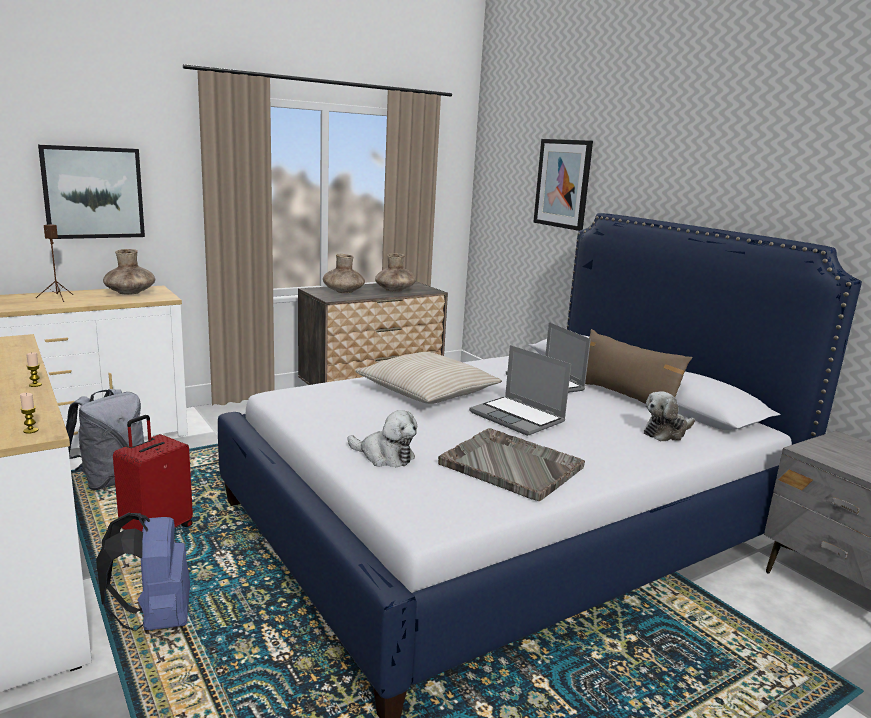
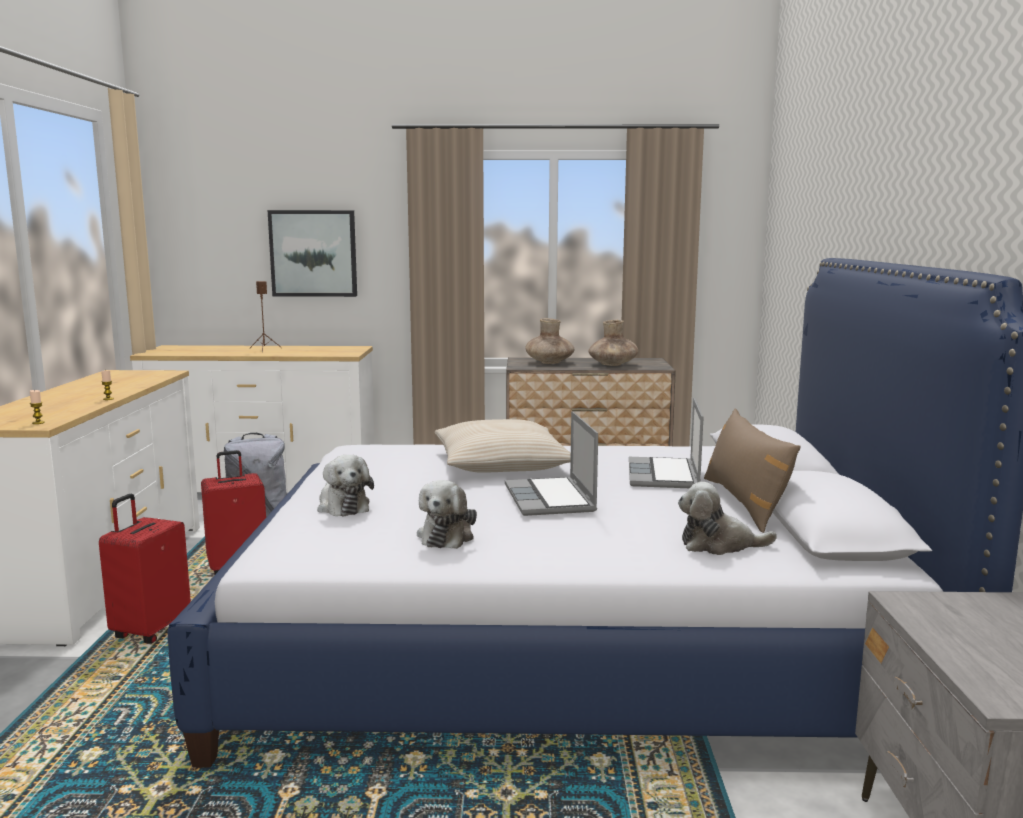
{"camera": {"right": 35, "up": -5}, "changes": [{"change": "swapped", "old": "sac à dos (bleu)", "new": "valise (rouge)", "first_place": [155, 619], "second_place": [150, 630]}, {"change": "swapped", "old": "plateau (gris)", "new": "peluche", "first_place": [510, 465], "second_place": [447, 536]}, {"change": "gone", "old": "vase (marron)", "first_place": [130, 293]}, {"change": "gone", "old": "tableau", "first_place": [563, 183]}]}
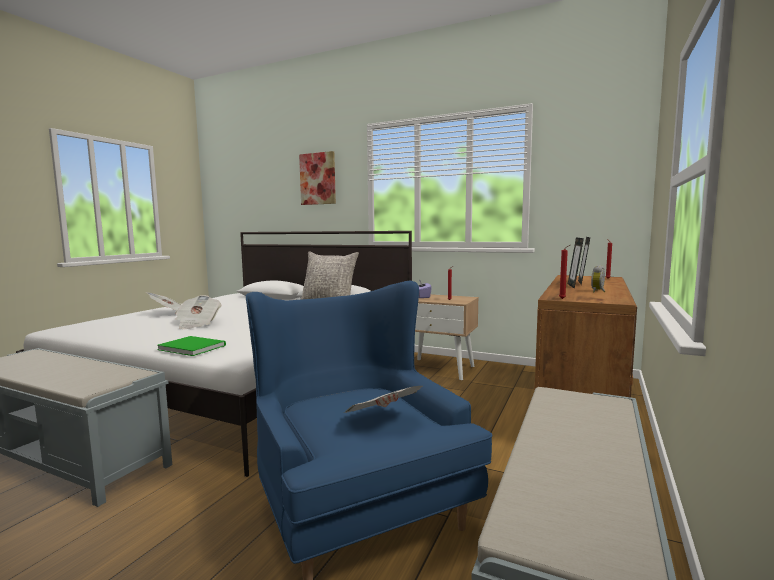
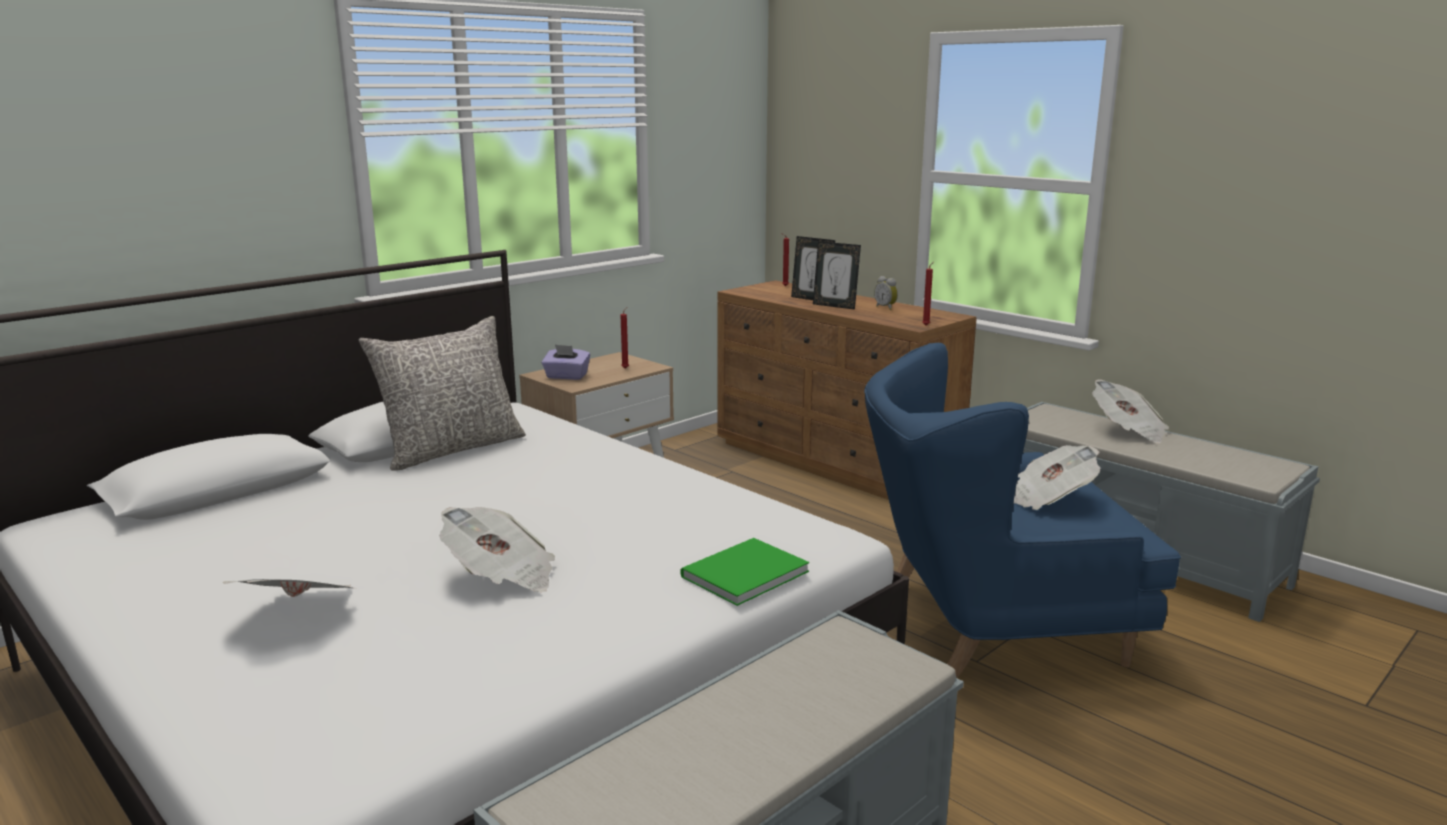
{"camera": {"right": -70, "up": 10}, "changes": [{"change": "new", "new": "journal", "second_place": [1128, 431]}, {"change": "gone", "old": "tableau", "first_place": [318, 179]}]}
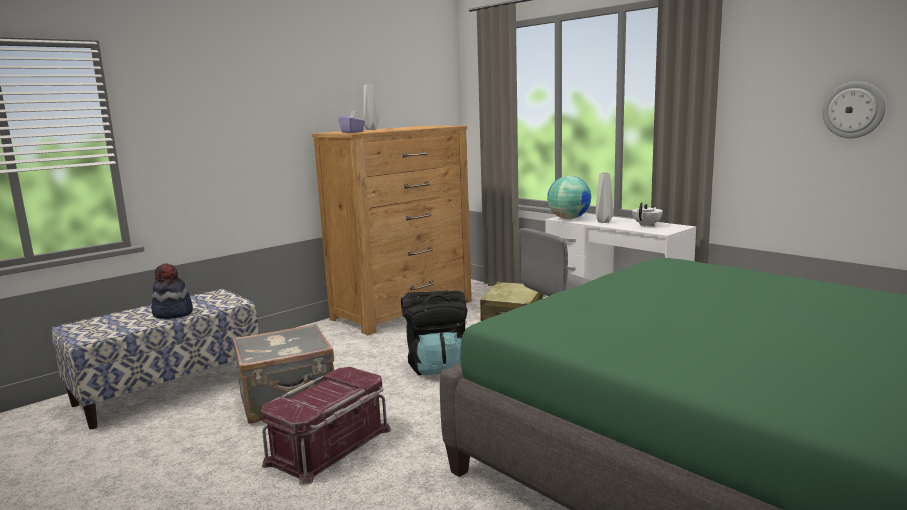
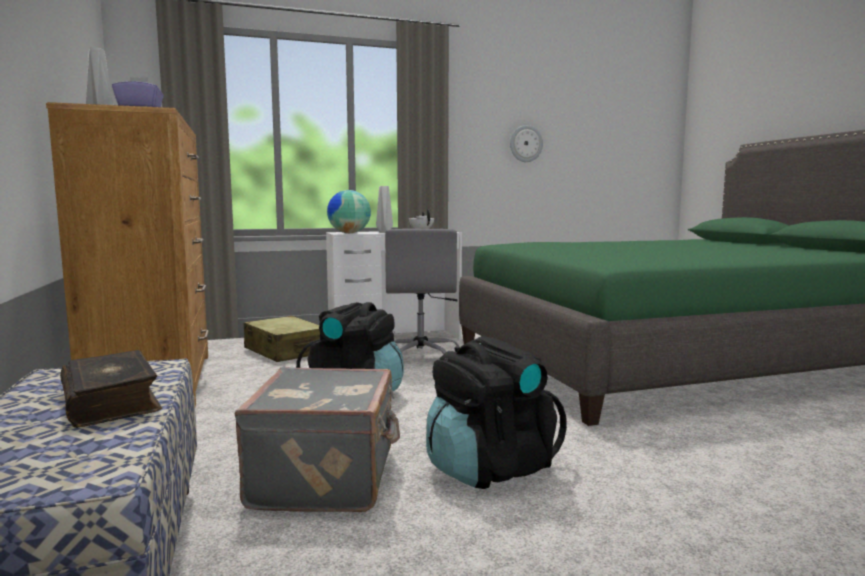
{"camera": {"right": -65, "up": -5}, "changes": [{"change": "swapped", "old": "chapeau", "new": "livre", "first_place": [173, 314], "second_place": [112, 402]}, {"change": "swapped", "old": "boîte de rangement (rouge)", "new": "sac à dos (noir)", "first_place": [330, 446], "second_place": [489, 468]}]}
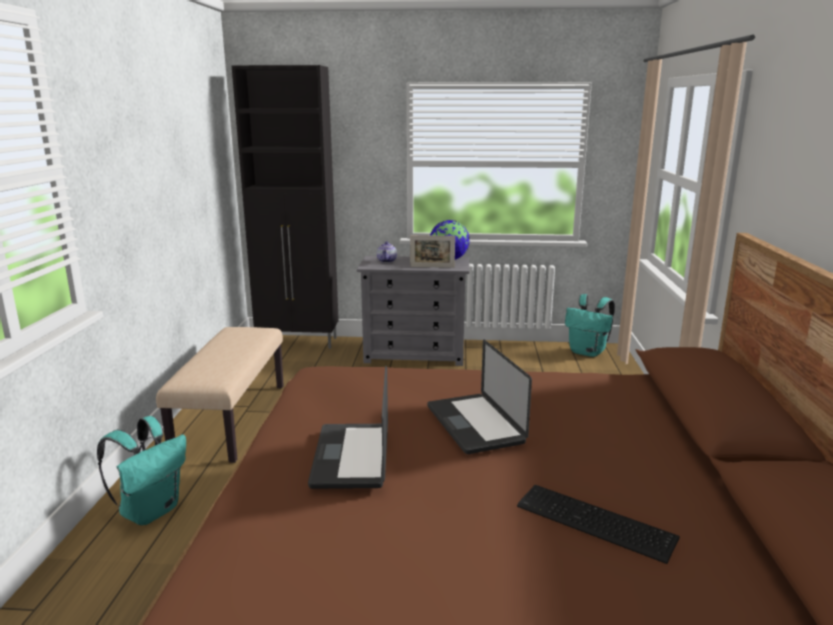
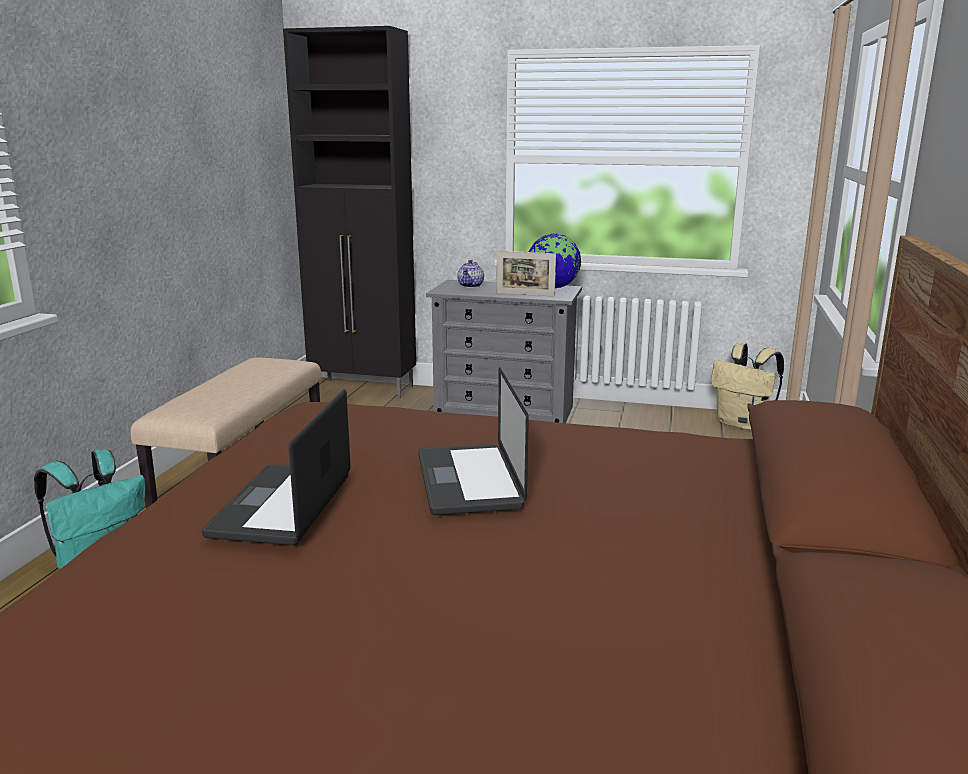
{"camera": {"right": 10, "up": 0}, "changes": [{"change": "repainted", "old": "sac à dos (turquoise)", "new": "sac à dos (beige)", "first_place": [588, 352], "second_place": [743, 424]}, {"change": "gone", "old": "clavier", "first_place": [596, 523]}]}
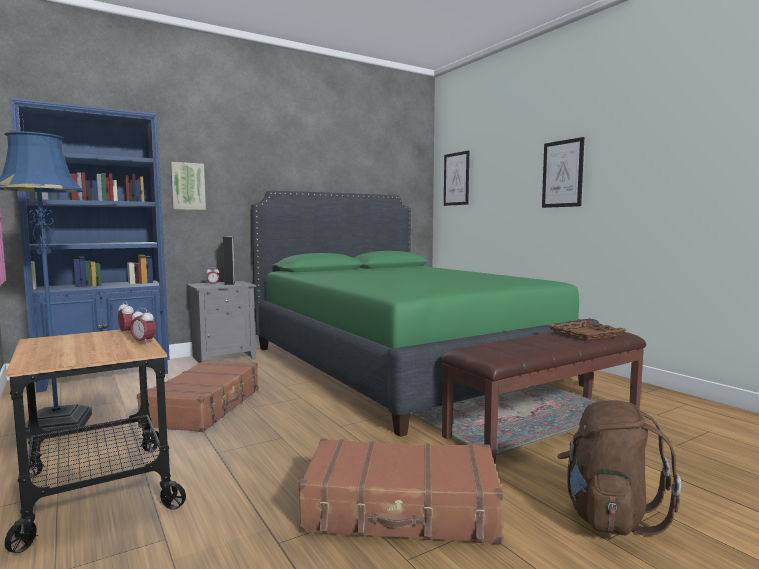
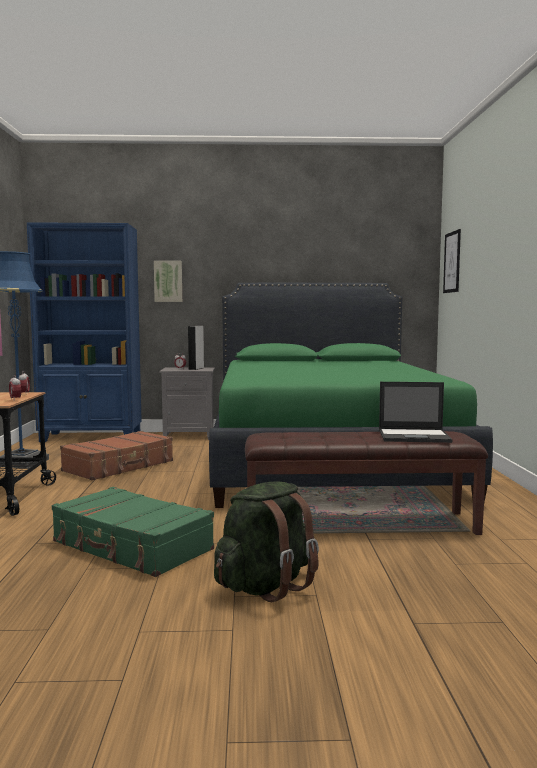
{"camera": {"right": 30, "up": 0}, "changes": [{"change": "repainted", "old": "valise (marron)", "new": "valise (vert)", "first_place": [402, 510], "second_place": [131, 546]}, {"change": "repainted", "old": "sac à dos (marron)", "new": "sac à dos (vert)", "first_place": [608, 516], "second_place": [266, 586]}, {"change": "swapped", "old": "plateau (marron)", "new": "ordinateur portable", "first_place": [585, 334], "second_place": [414, 436]}, {"change": "gone", "old": "tableau", "first_place": [562, 174]}]}
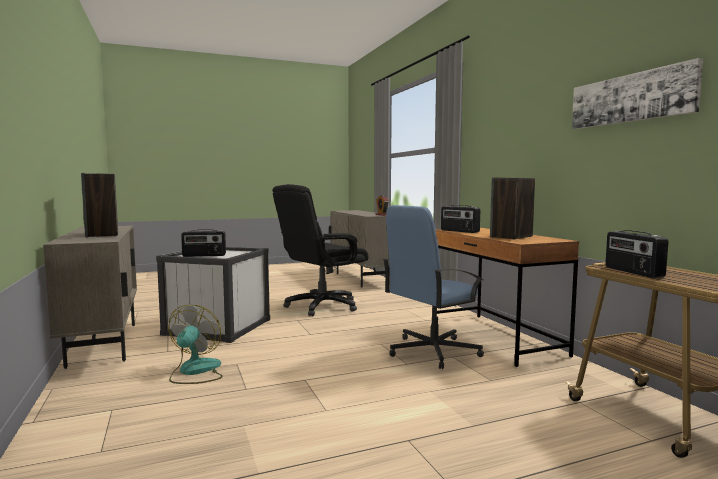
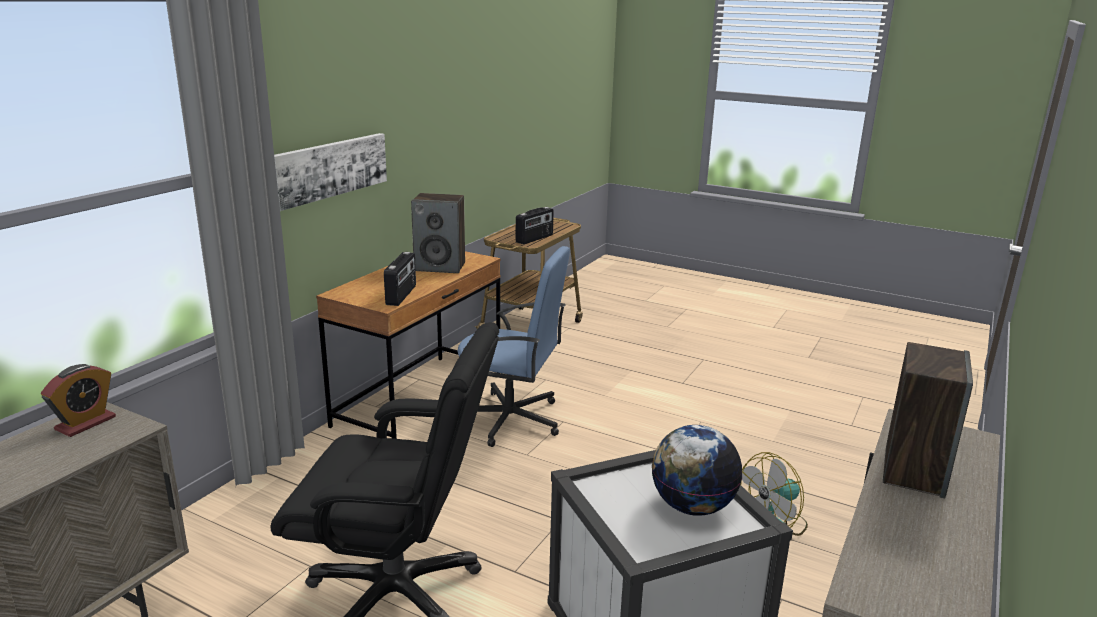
{"camera": {"right": -130, "up": 15}, "changes": [{"change": "shifted", "old": "tableau", "first_place": [631, 98], "second_place": [330, 169]}, {"change": "swapped", "old": "radio", "new": "globe", "first_place": [204, 255], "second_place": [692, 506]}]}
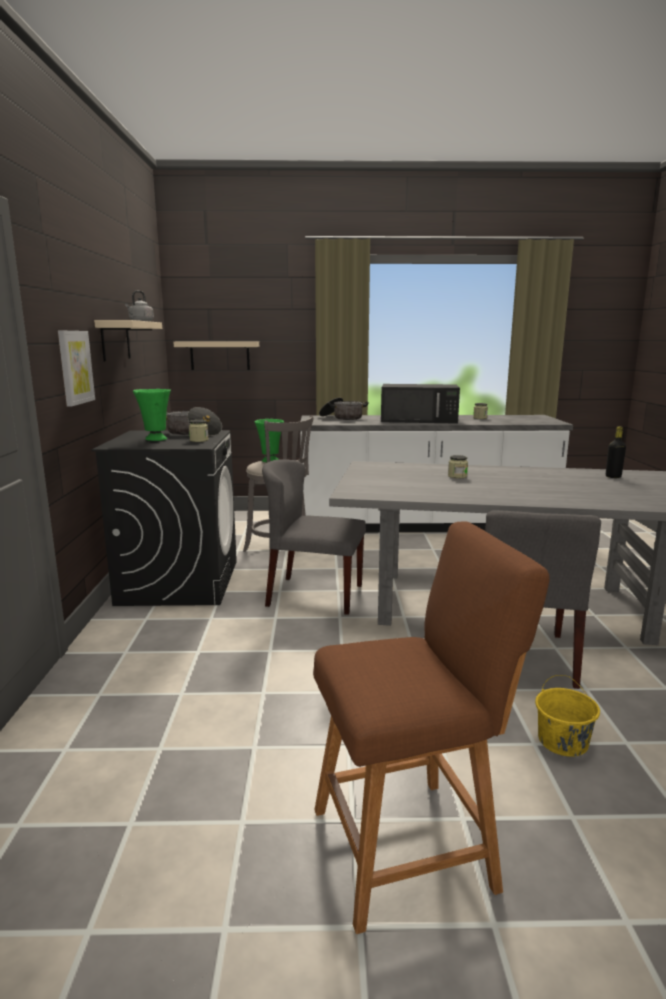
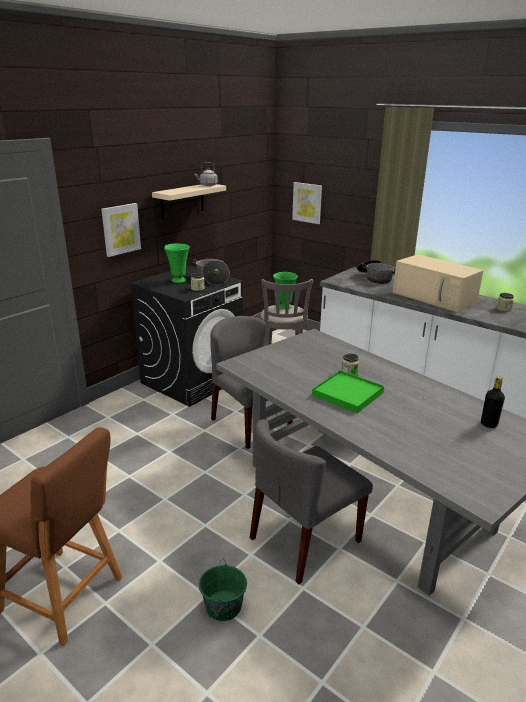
{"camera": {"right": 40, "up": 10}, "changes": [{"change": "repainted", "old": "seau (jaune)", "new": "seau (vert)", "first_place": [563, 742], "second_place": [223, 606]}, {"change": "swapped", "old": "étagère (beige)", "new": "tableau", "first_place": [220, 355], "second_place": [307, 202]}, {"change": "new", "new": "plateau (vert)", "second_place": [347, 394]}, {"change": "repainted", "old": "micro-ondes (noir)", "new": "micro-ondes (beige)", "first_place": [420, 420], "second_place": [435, 297]}]}
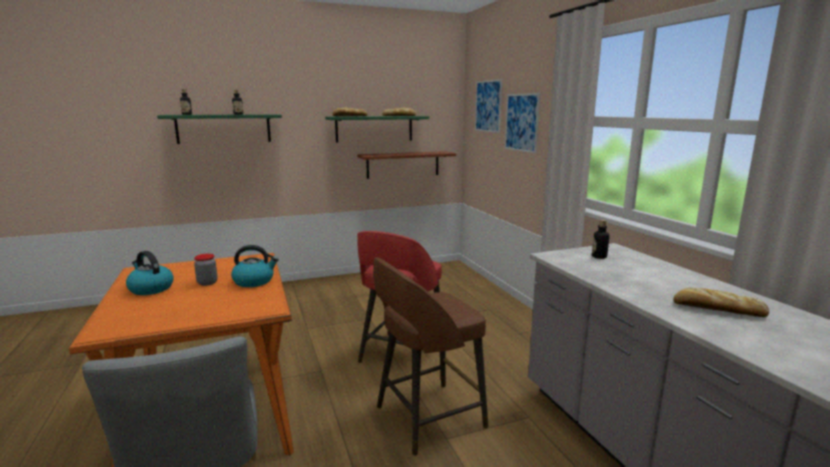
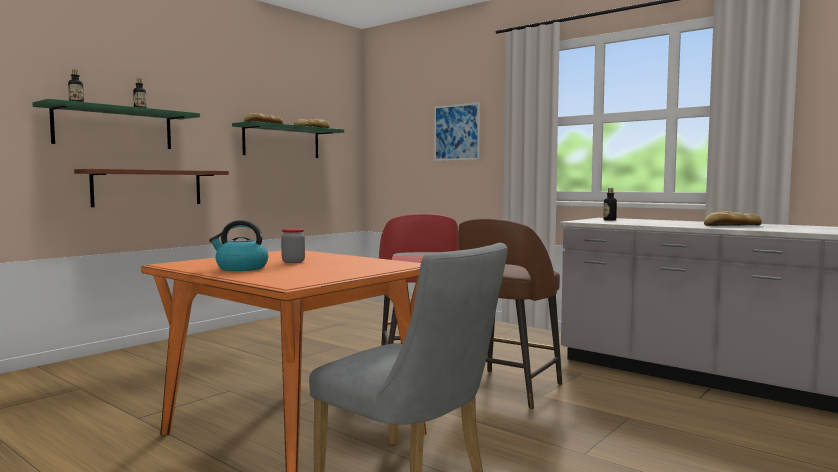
{"camera": {"right": -30, "up": -10}, "changes": [{"change": "shifted", "old": "étagère (marron)", "first_place": [403, 164], "second_place": [148, 188]}, {"change": "gone", "old": "bouilloire", "first_place": [254, 281]}, {"change": "gone", "old": "tableau", "first_place": [488, 106]}]}
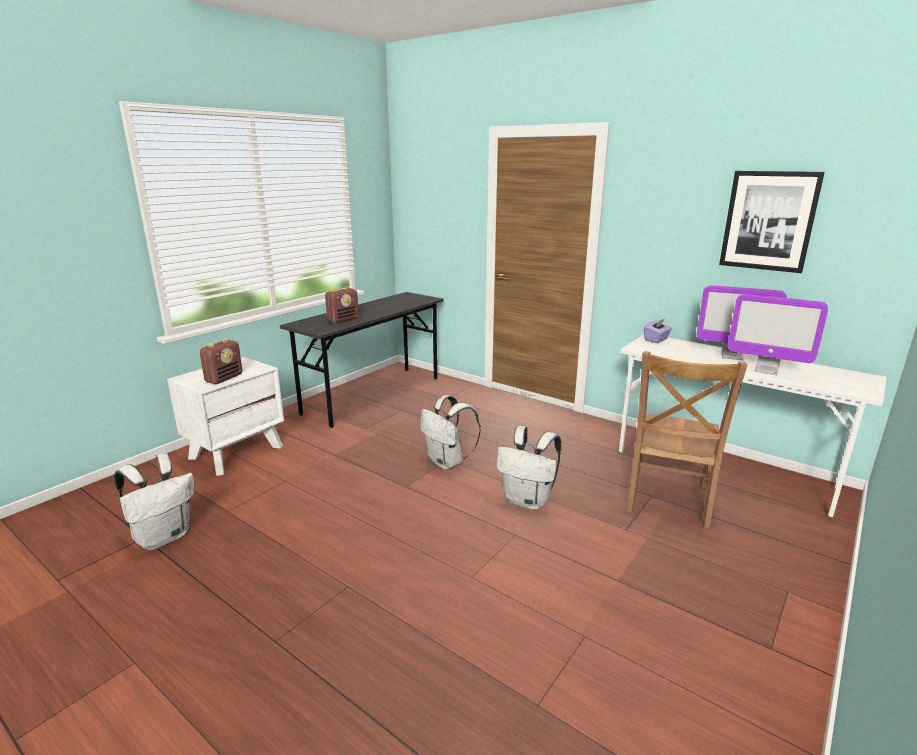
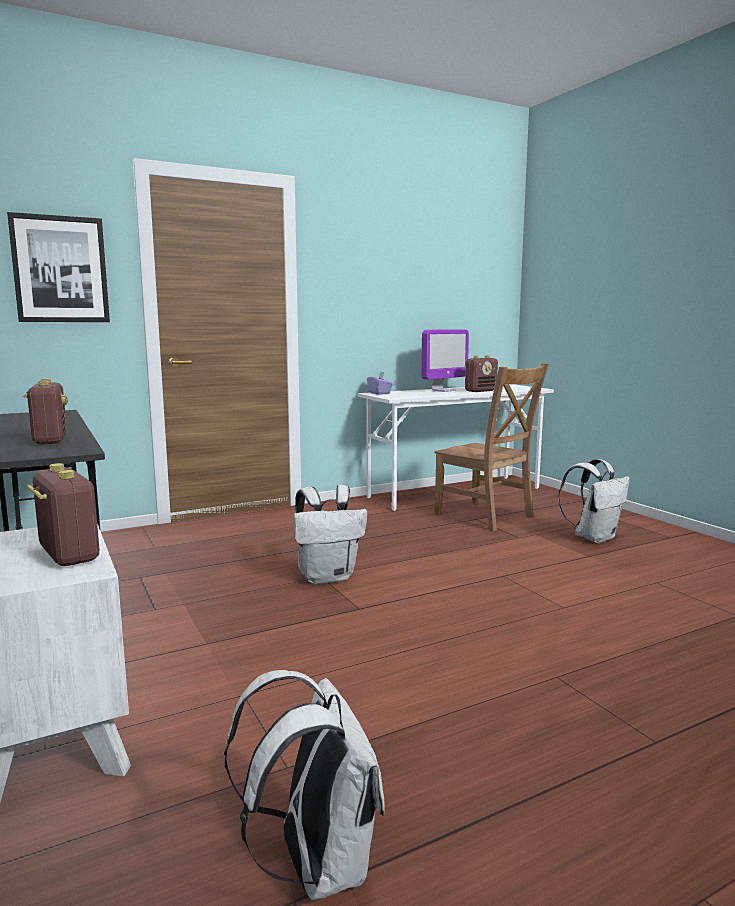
{"camera": {"right": -65, "up": -10}, "changes": [{"change": "shifted", "old": "tableau", "first_place": [768, 221], "second_place": [60, 269]}, {"change": "swapped", "old": "écran d'ordinateur", "new": "radio", "first_place": [766, 370], "second_place": [480, 391]}, {"change": "shifted", "old": "sac à dos (blanc)", "first_place": [528, 501], "second_place": [594, 537]}]}
